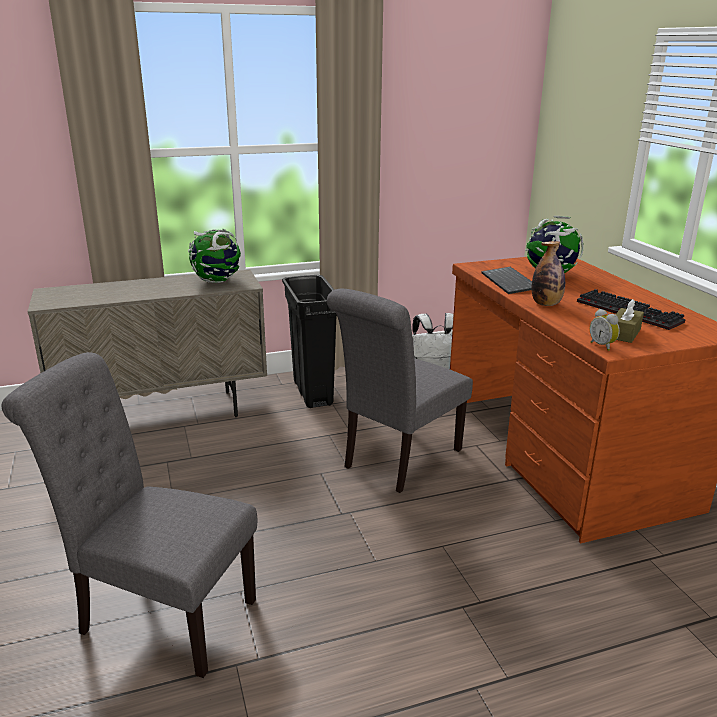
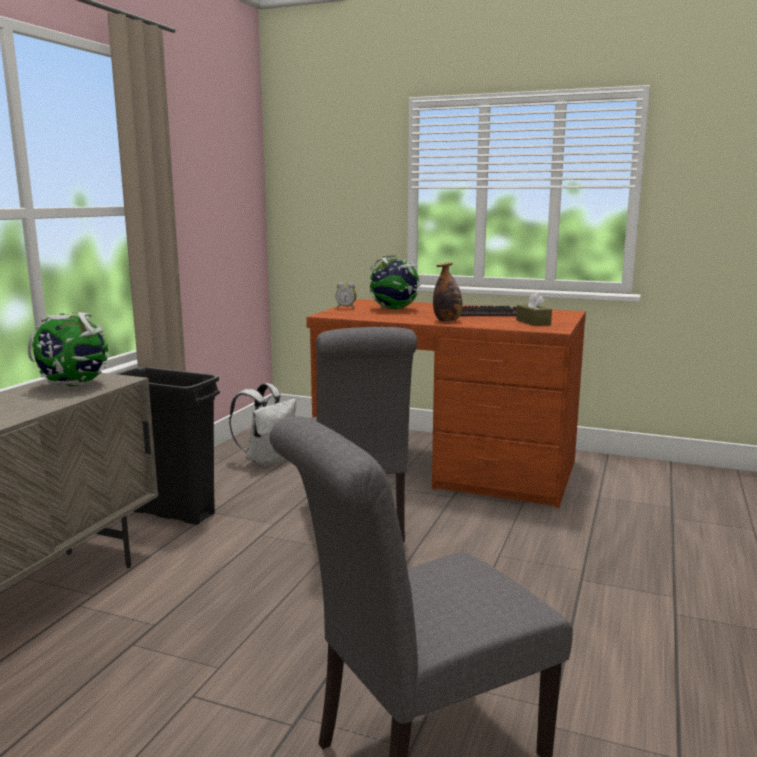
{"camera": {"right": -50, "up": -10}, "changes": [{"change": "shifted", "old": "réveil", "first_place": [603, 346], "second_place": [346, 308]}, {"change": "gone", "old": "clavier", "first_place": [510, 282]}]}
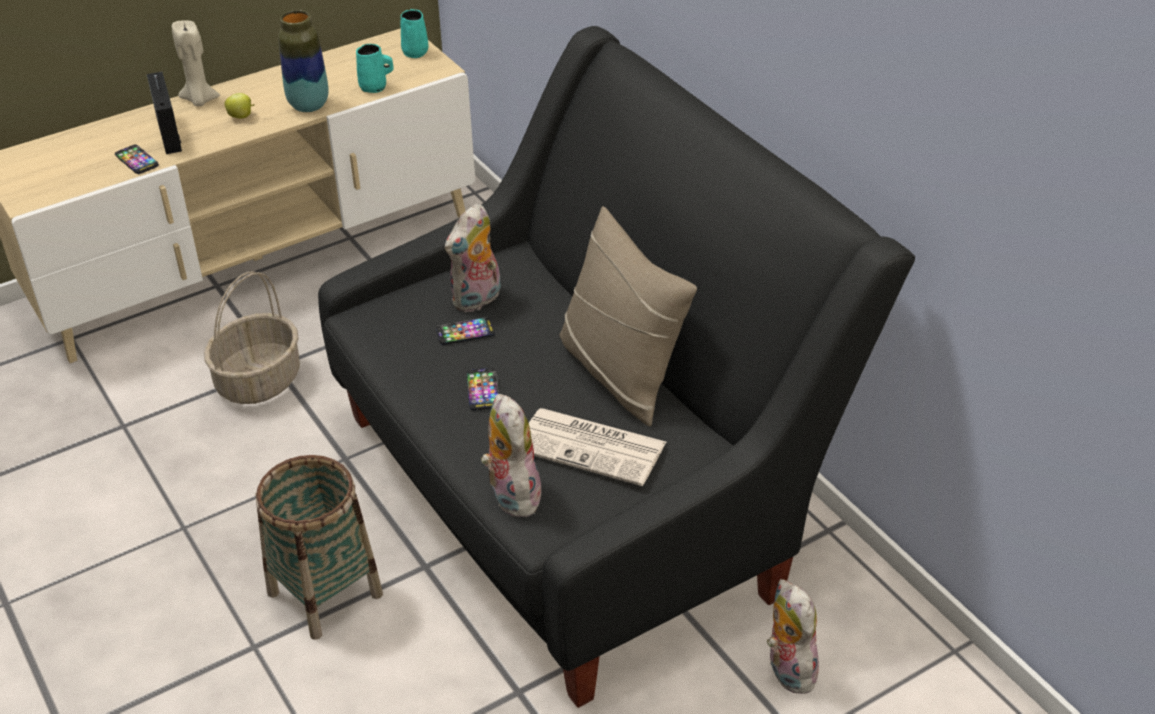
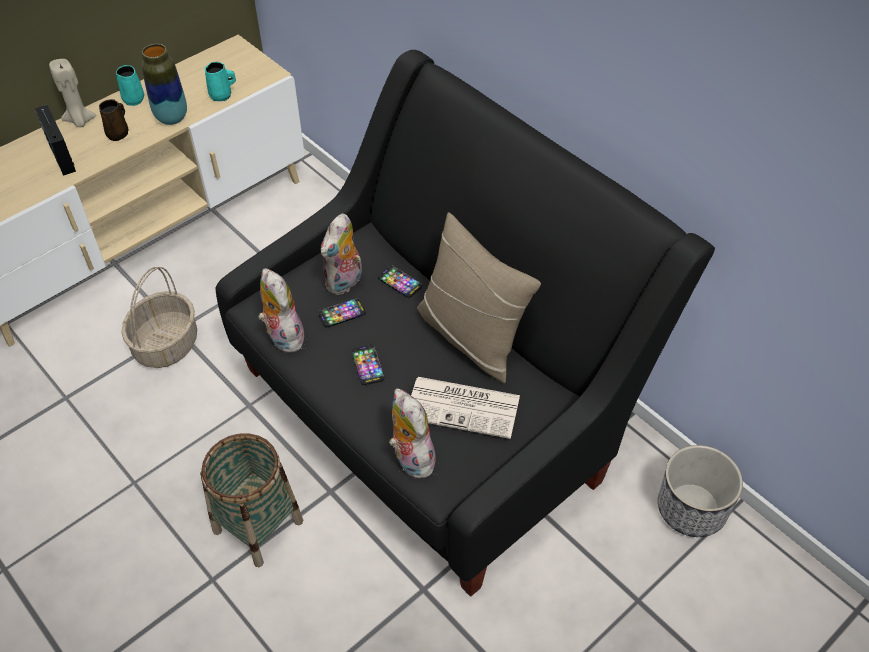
{"camera": {"right": -10, "up": 10}, "changes": [{"change": "swapped", "old": "pomme", "new": "mug (marron)", "first_place": [241, 117], "second_place": [118, 133]}, {"change": "shifted", "old": "mug (turquoise)", "first_place": [415, 51], "second_place": [134, 98]}, {"change": "shifted", "old": "peluche", "first_place": [787, 670], "second_place": [282, 336]}, {"change": "shifted", "old": "téléphone", "first_place": [137, 160], "second_place": [400, 282]}, {"change": "new", "new": "cache-pot", "second_place": [691, 509]}]}
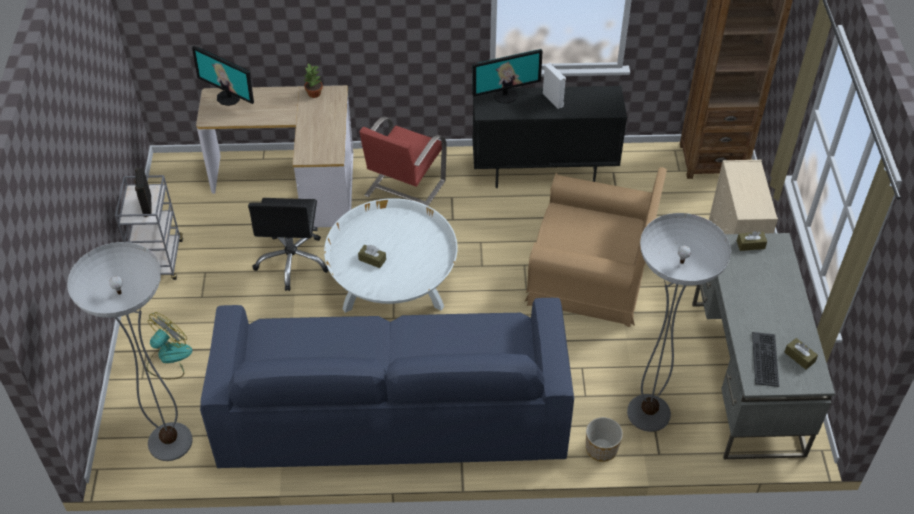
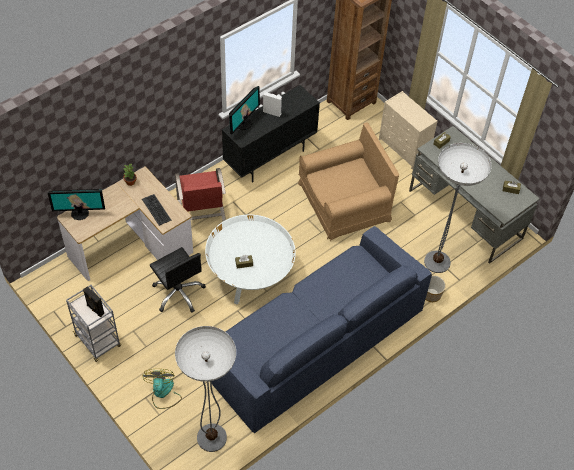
{"camera": {"right": -40, "up": 5}, "changes": [{"change": "shifted", "old": "clavier", "first_place": [765, 359], "second_place": [156, 209]}]}
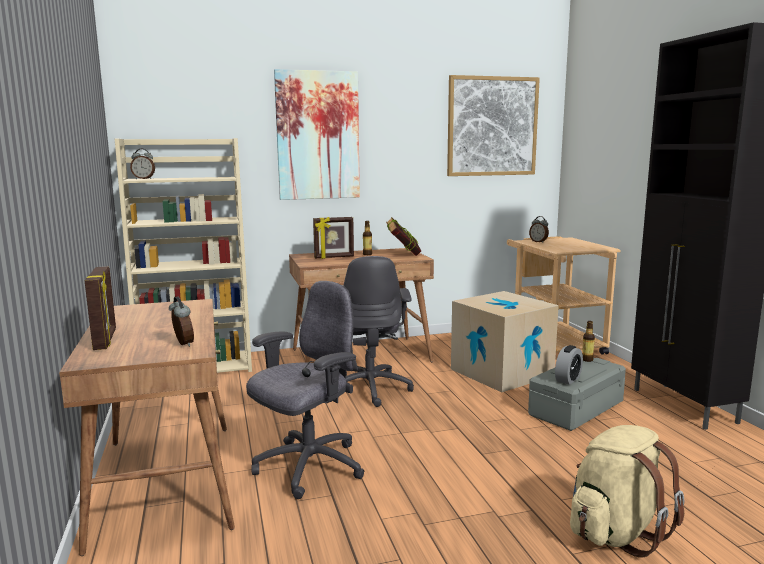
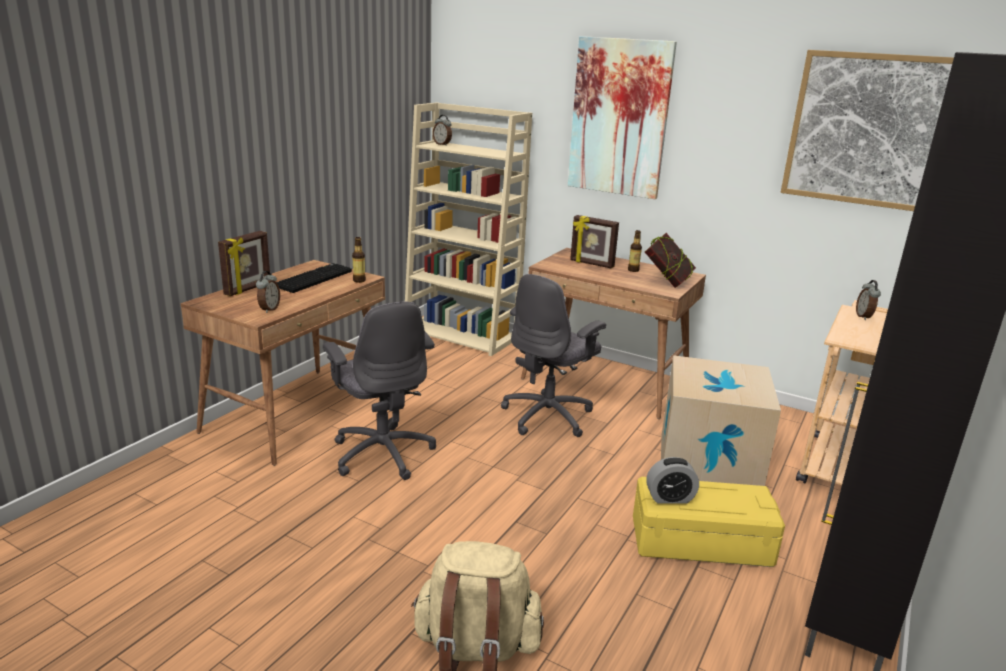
{"camera": {"right": 45, "up": 10}, "changes": [{"change": "new", "new": "clavier", "second_place": [313, 278]}, {"change": "rotated", "old": "chaise de bureau (gris)", "first_place": [308, 467], "second_place": [383, 453], "degrees": 60}, {"change": "shifted", "old": "bouteille", "first_place": [587, 360], "second_place": [359, 280]}, {"change": "repainted", "old": "boîte de rangement (gris)", "new": "boîte de rangement (jaune)", "first_place": [575, 408], "second_place": [701, 541]}]}
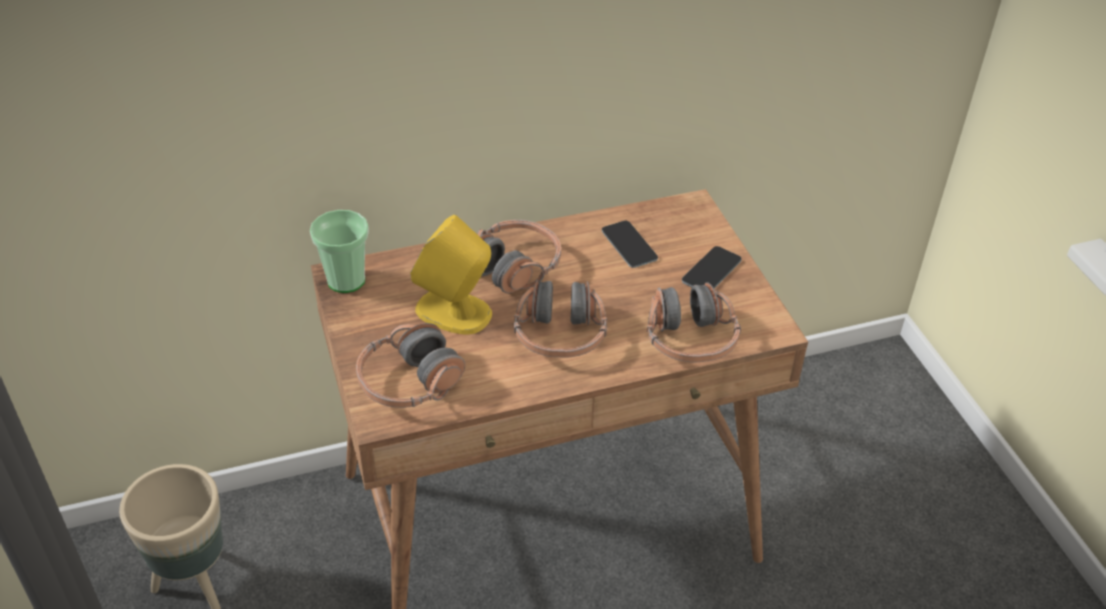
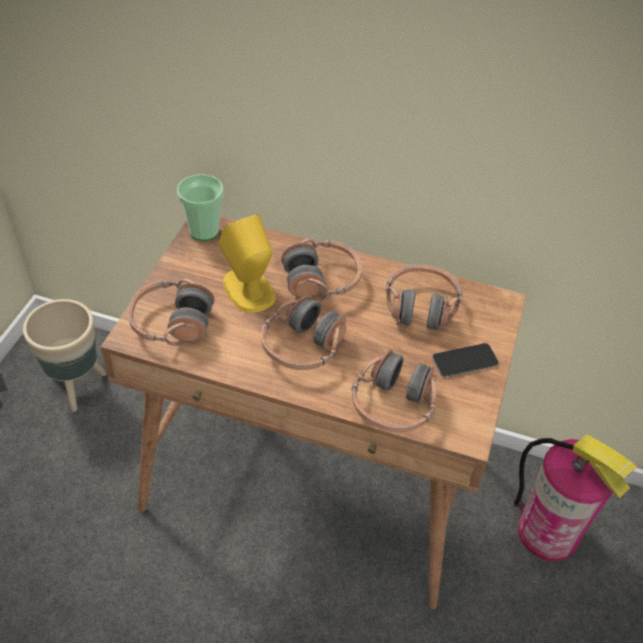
{"camera": {"right": 35, "up": 5}, "changes": [{"change": "swapped", "old": "téléphone", "new": "casque audio", "first_place": [629, 245], "second_place": [421, 307]}, {"change": "new", "new": "extincteur", "second_place": [548, 532]}]}
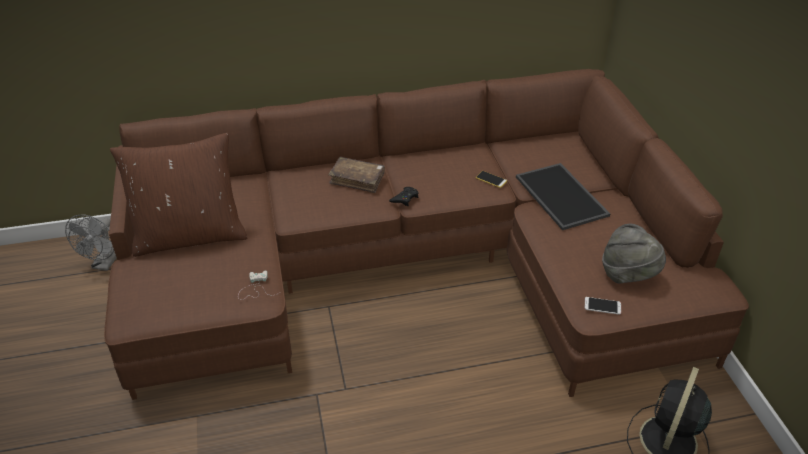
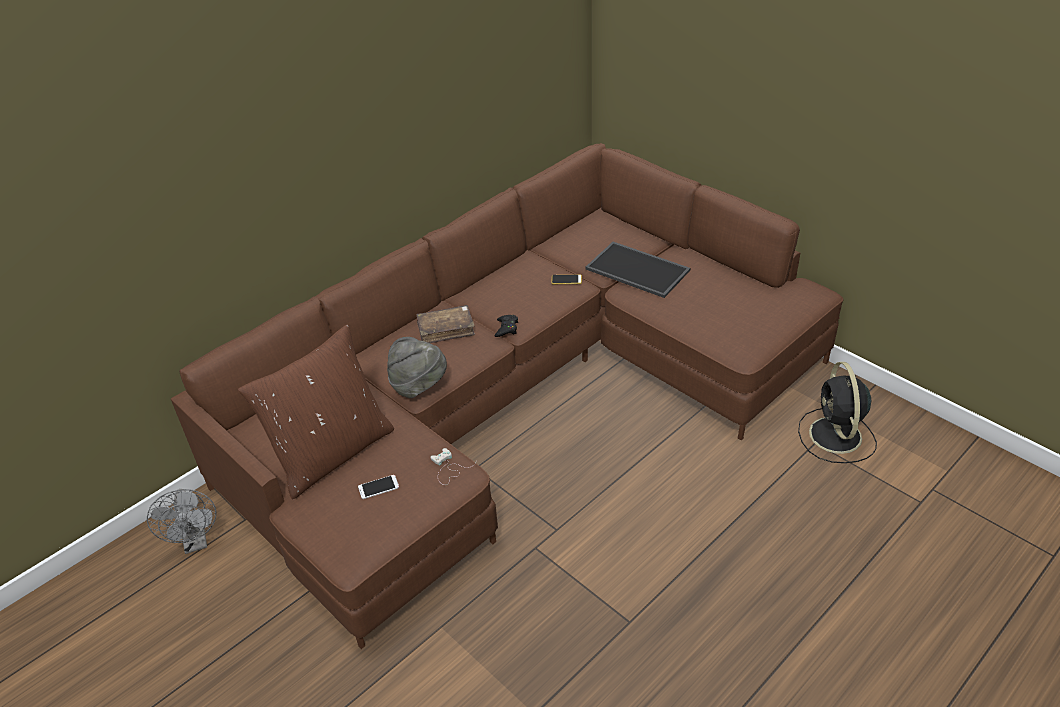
{"camera": {"right": -30, "up": 0}, "changes": [{"change": "shifted", "old": "téléphone", "first_place": [602, 306], "second_place": [378, 487]}, {"change": "shifted", "old": "chapeau (gris)", "first_place": [628, 275], "second_place": [419, 386]}]}
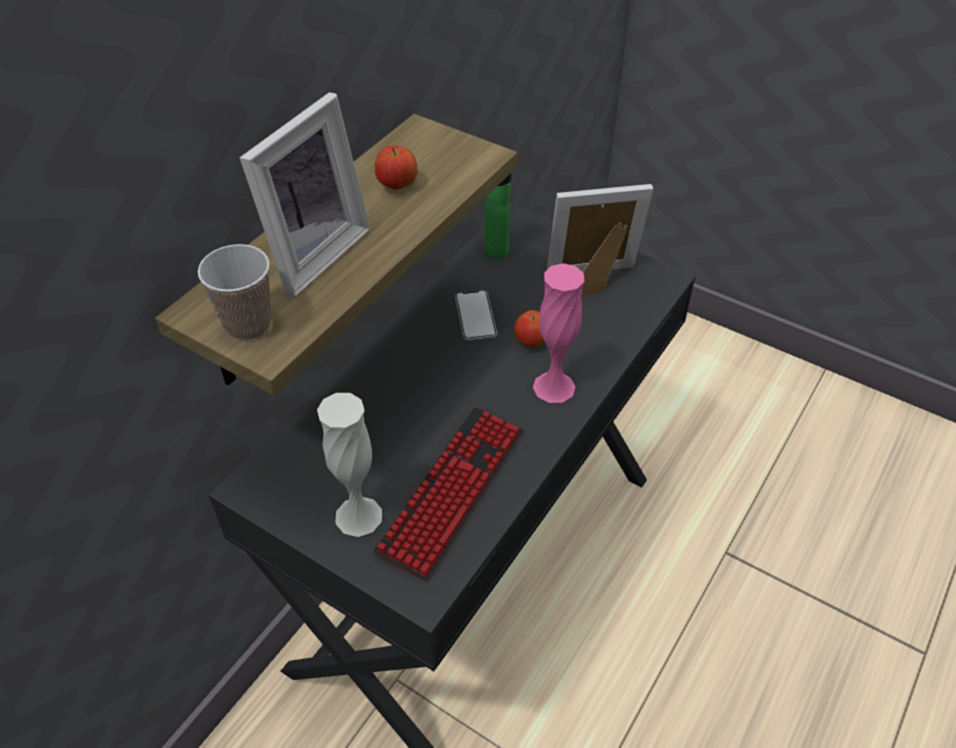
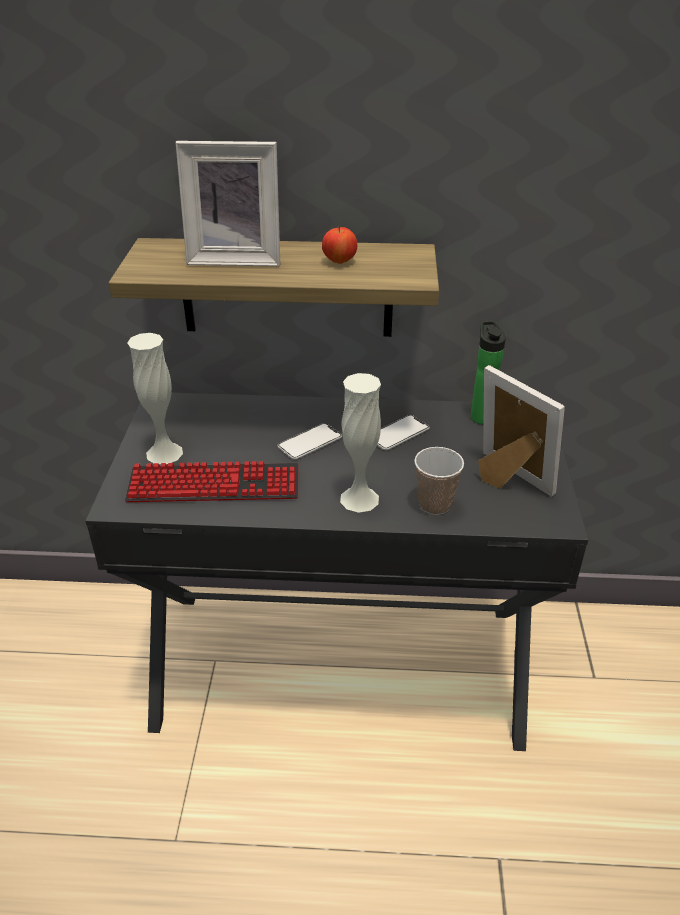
{"camera": {"right": 60, "up": -10}, "changes": [{"change": "new", "new": "téléphone", "second_place": [310, 442]}, {"change": "repainted", "old": "vase (rose)", "new": "vase (blanc)", "first_place": [554, 387], "second_place": [359, 499]}, {"change": "shifted", "old": "tasse", "first_place": [248, 325], "second_place": [435, 504]}, {"change": "gone", "old": "pomme", "first_place": [531, 342]}]}
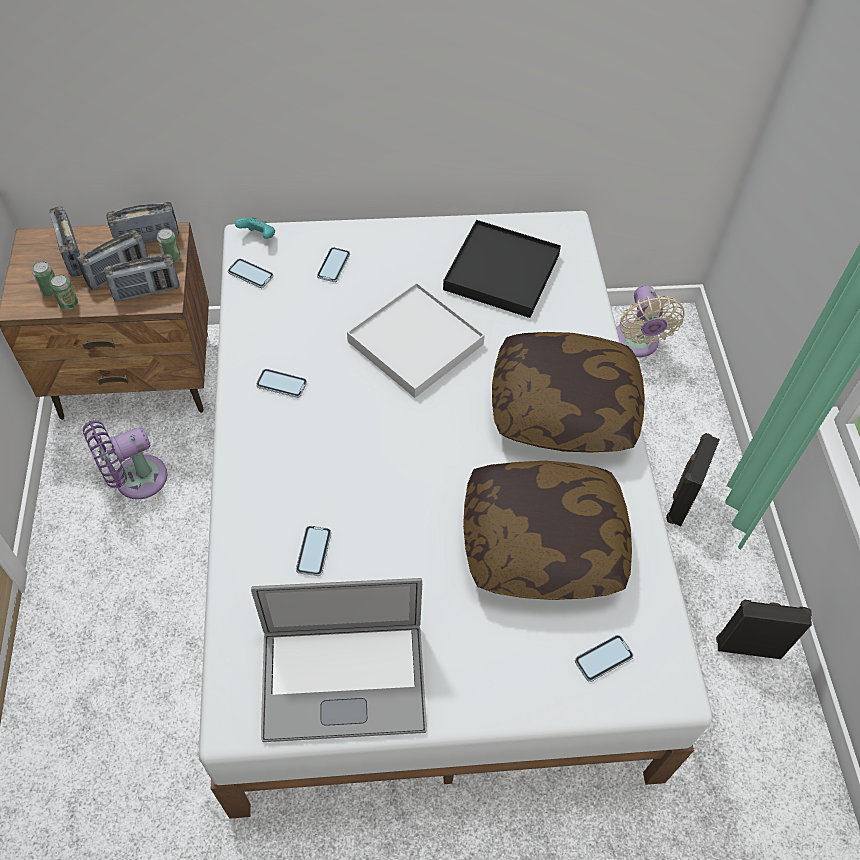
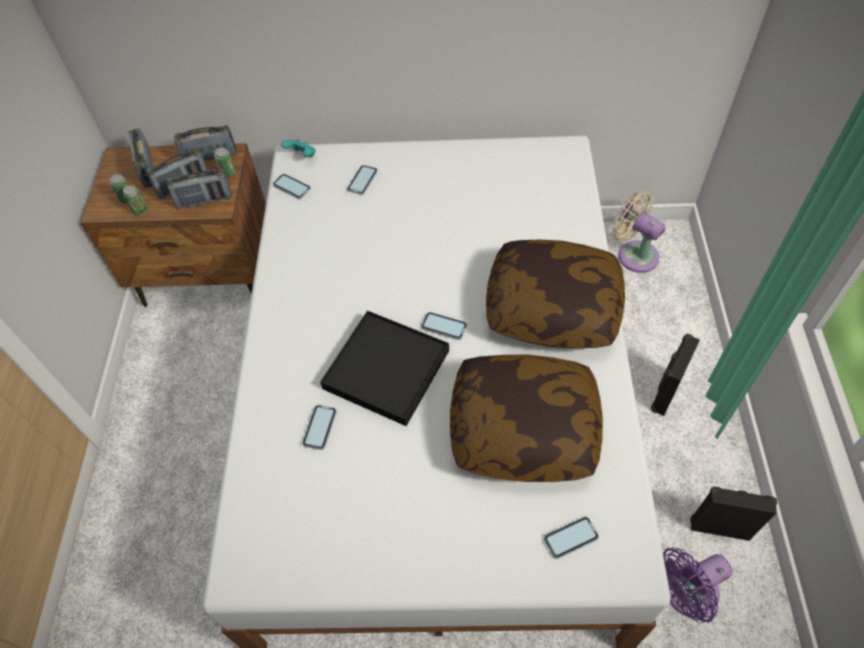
{"camera": {"right": 10, "up": 0}, "changes": [{"change": "shifted", "old": "plateau (noir)", "first_place": [501, 272], "second_place": [386, 370]}, {"change": "shifted", "old": "téléphone", "first_place": [281, 384], "second_place": [444, 326]}, {"change": "rotated", "old": "ventilateur (beige)", "first_place": [636, 344], "second_place": [634, 254], "degrees": 135}, {"change": "shifted", "old": "ventilateur (violet)", "first_place": [135, 479], "second_place": [686, 593]}, {"change": "gone", "old": "ordinateur portable", "first_place": [343, 680]}, {"change": "gone", "old": "plateau (blanc)", "first_place": [416, 343]}]}
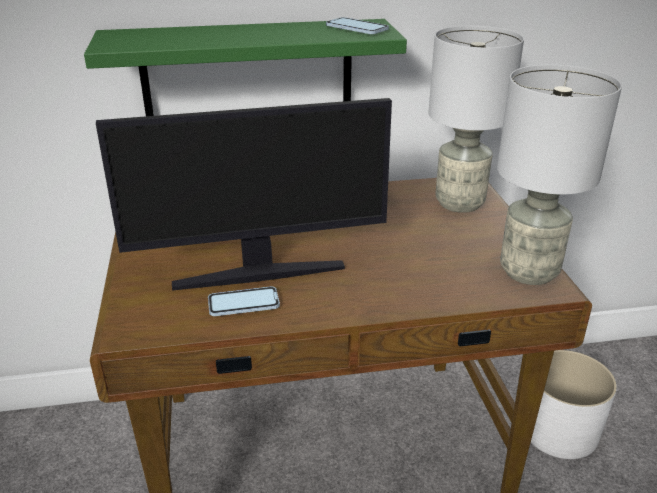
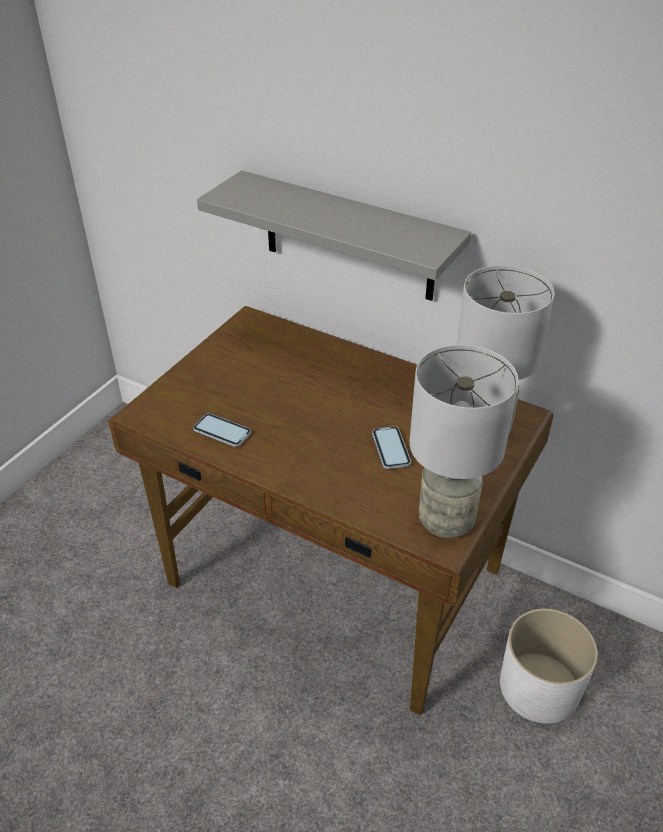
{"camera": {"right": 40, "up": 10}, "changes": [{"change": "repainted", "old": "étagère (vert)", "new": "étagère (gris)", "first_place": [247, 70], "second_place": [348, 237]}, {"change": "shifted", "old": "téléphone", "first_place": [356, 28], "second_place": [391, 449]}, {"change": "gone", "old": "écran d'ordinateur", "first_place": [259, 273]}]}
